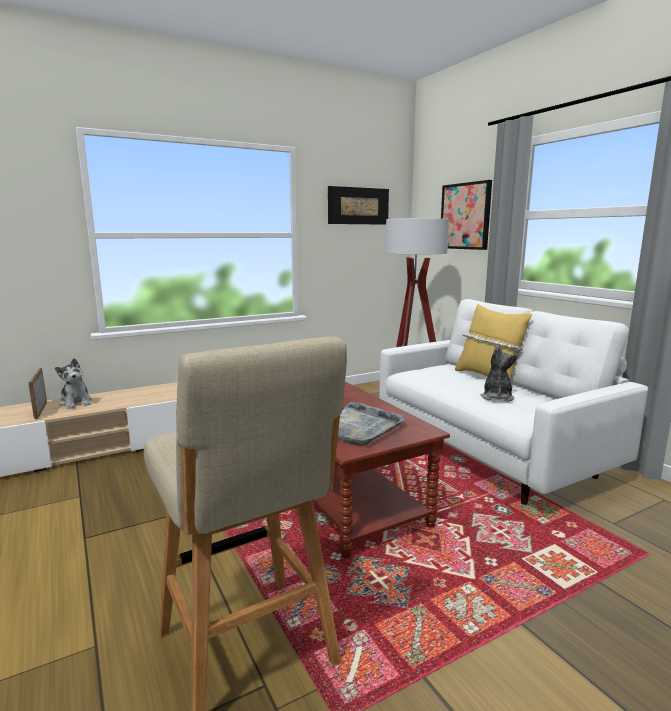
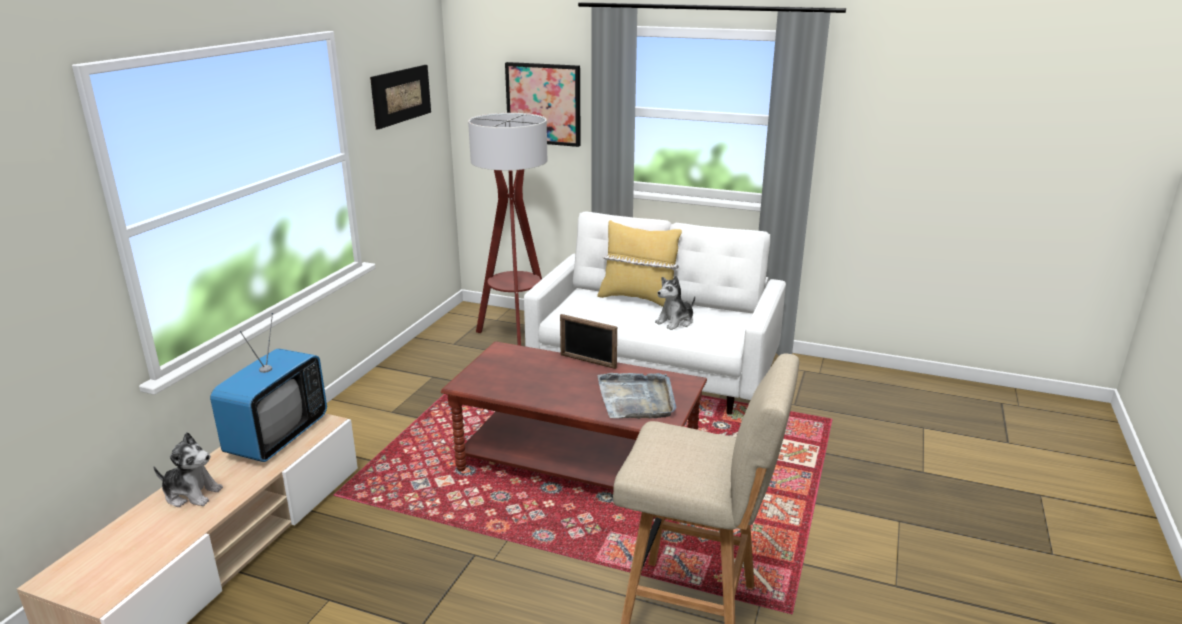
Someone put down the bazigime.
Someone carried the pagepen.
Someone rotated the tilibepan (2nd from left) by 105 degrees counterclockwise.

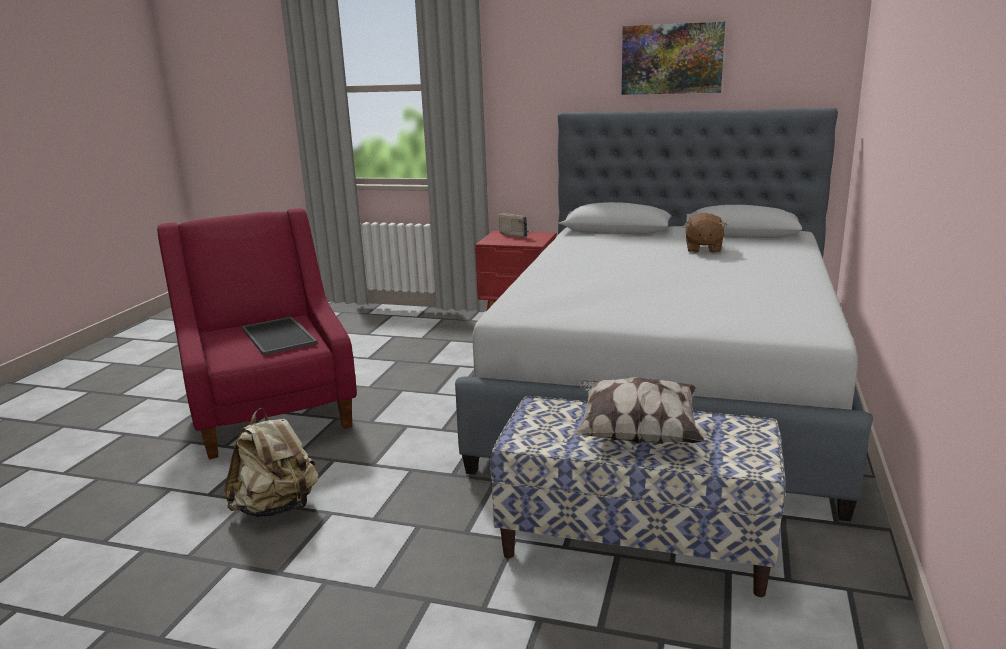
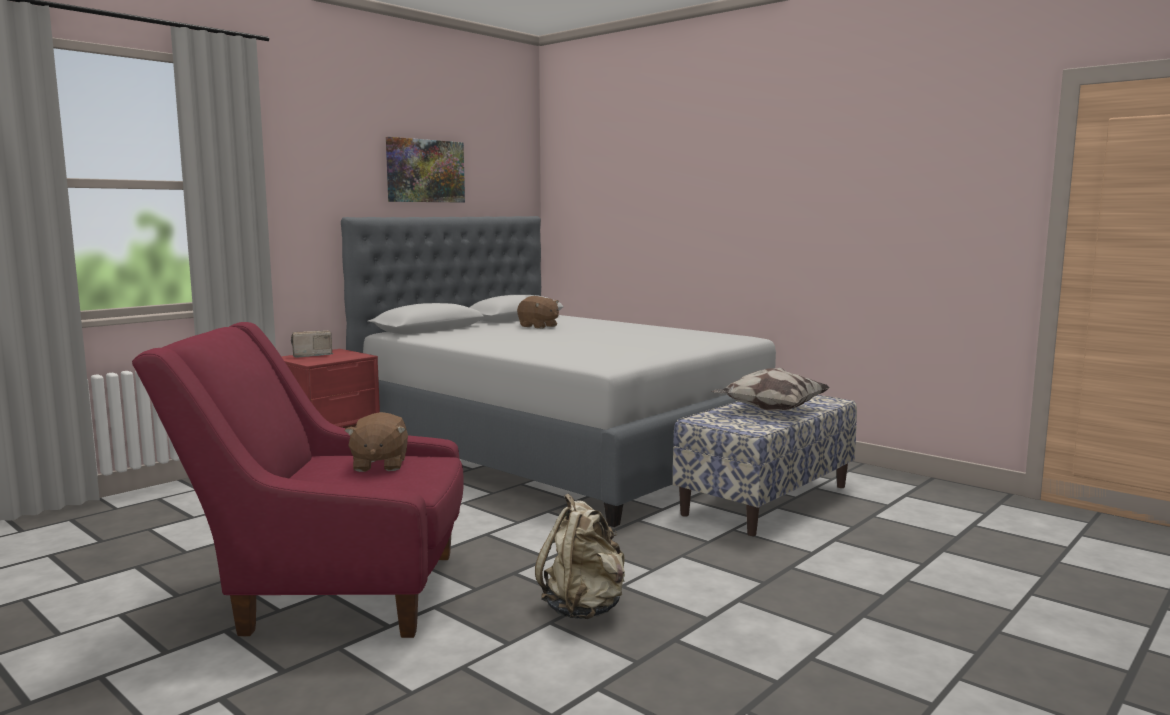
Someone swapped the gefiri for the brown tilibepan (1st from left).

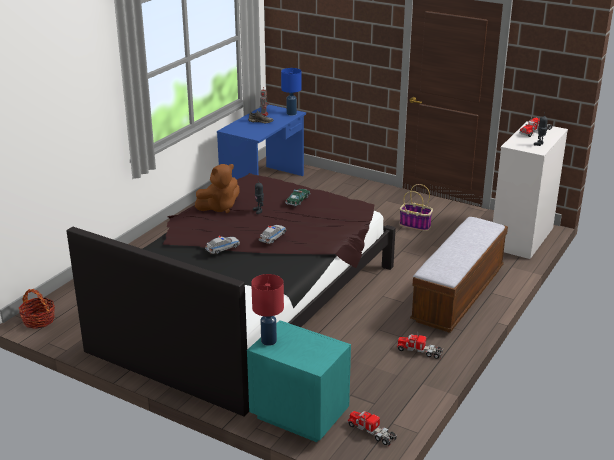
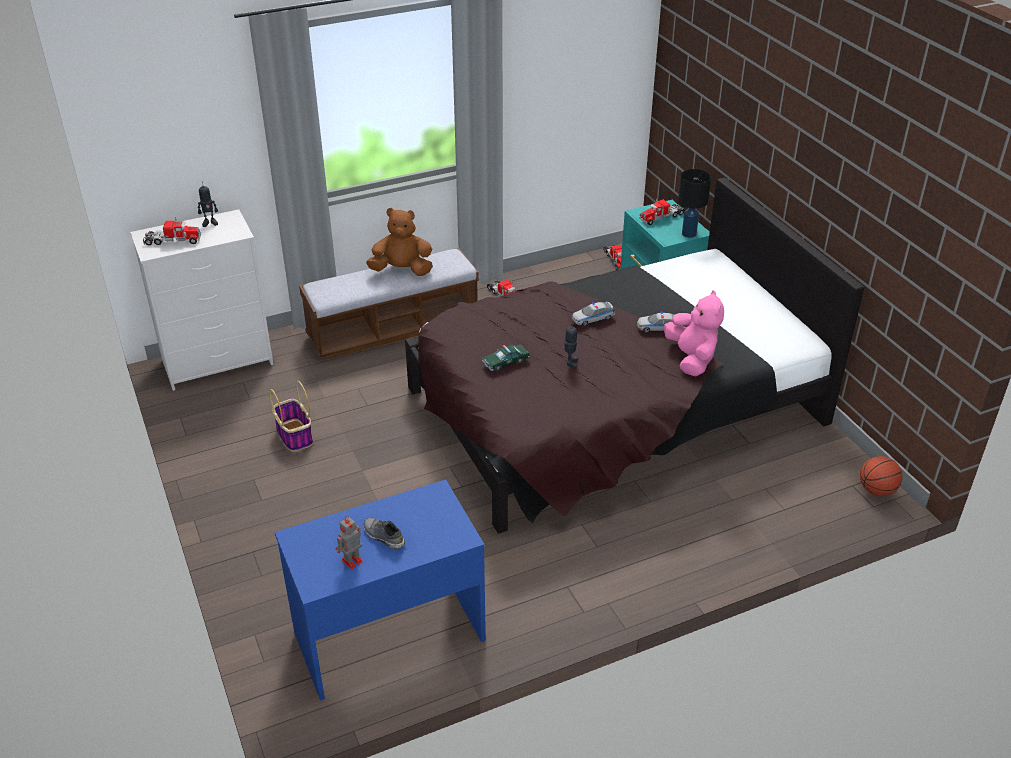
Someone took away the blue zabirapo.
Someone put down the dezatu (4th from left).
Someone put down the pink tilibepan.
Someone carried the brown tilibepan.
Someone swapped the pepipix (1st from left) for the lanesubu.
Someone repainted the red zabirapo, which became the black zabirapo.

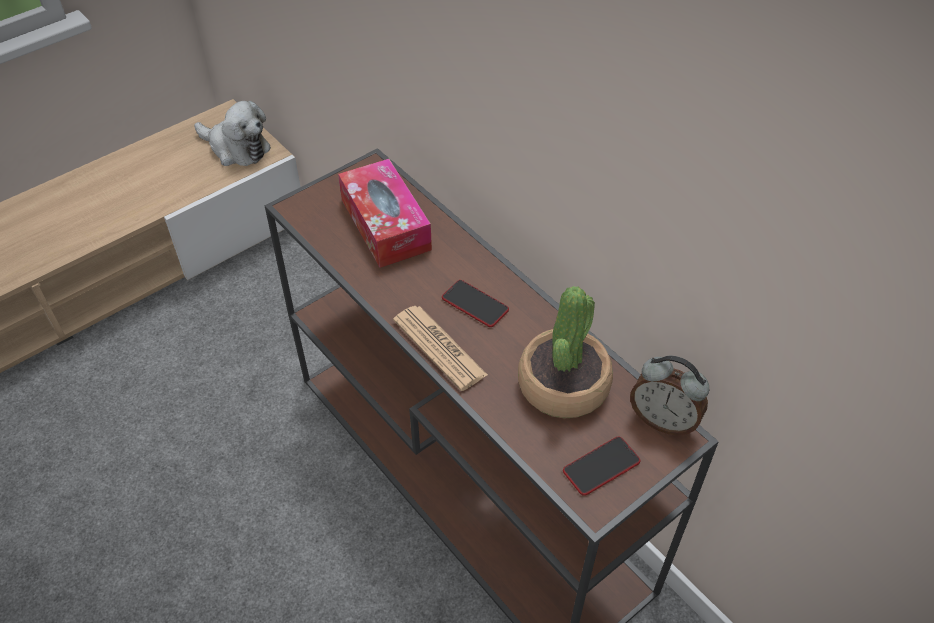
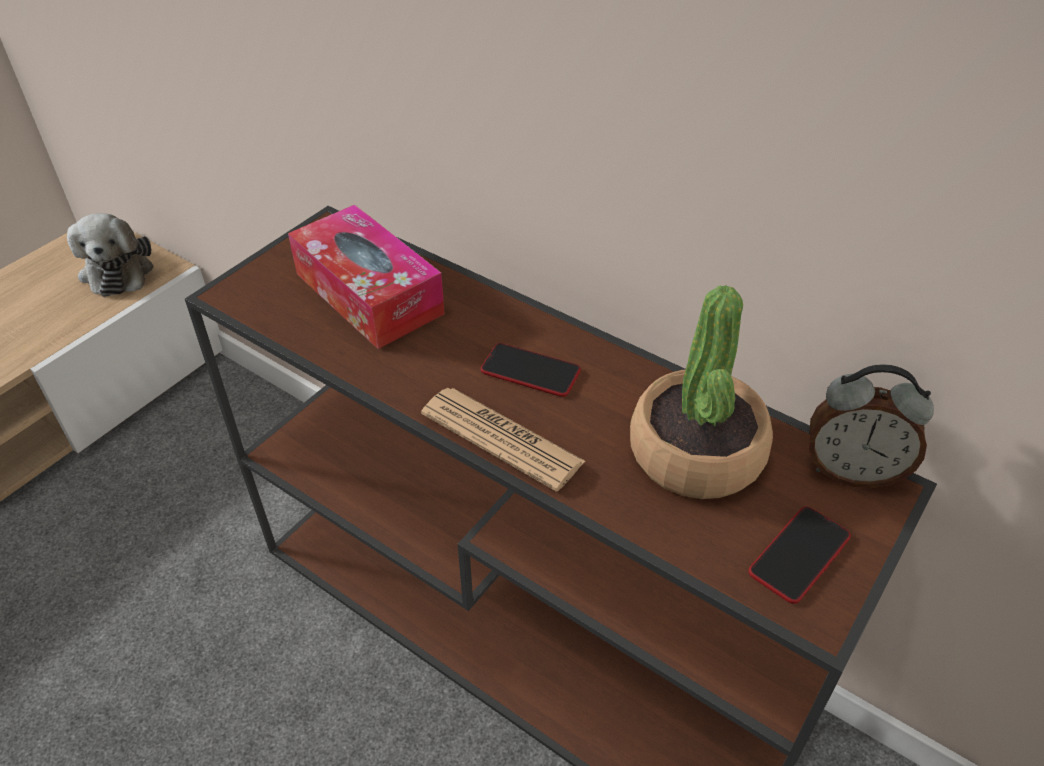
Someone rotated the tilibepan by 60 degrees clockwise.

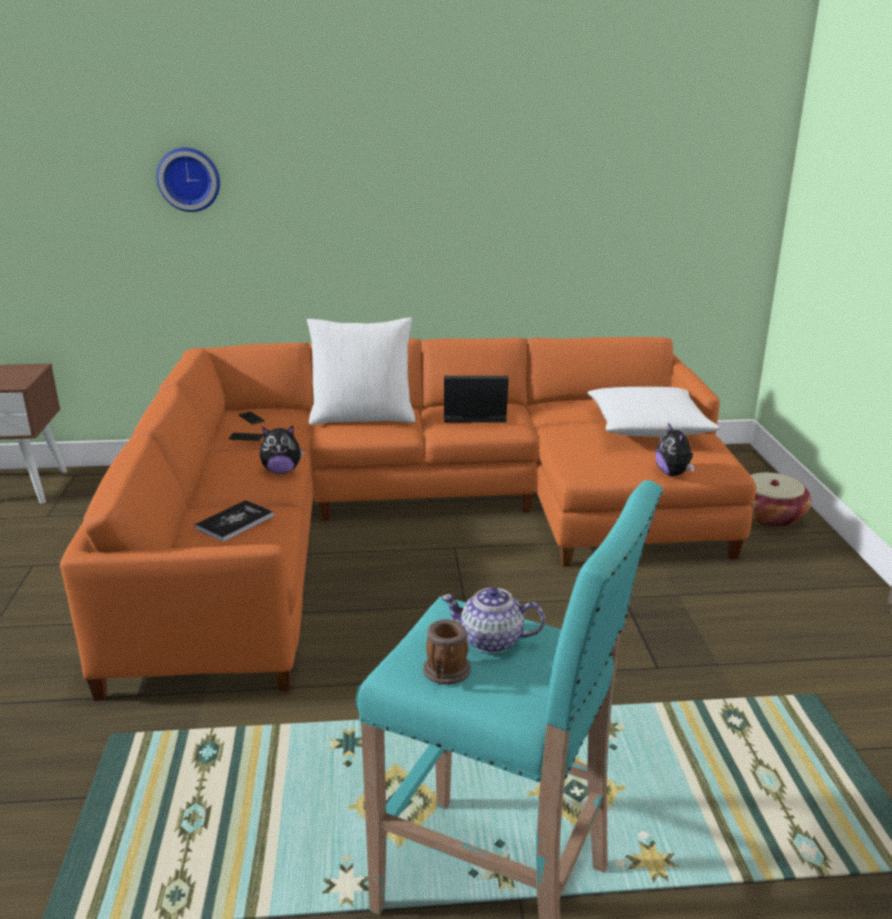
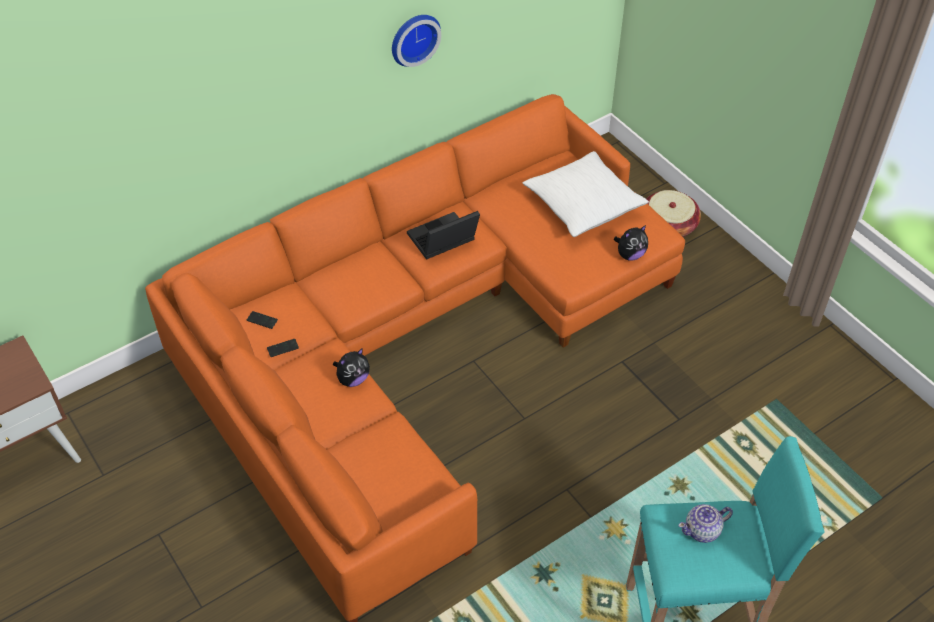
Someone took away the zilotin.
Someone took away the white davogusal (1st from left).
Someone took away the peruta.
Someone carried the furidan.
Someone rotated the tilibepan (2nd from left) by 75 degrees counterclockwise.

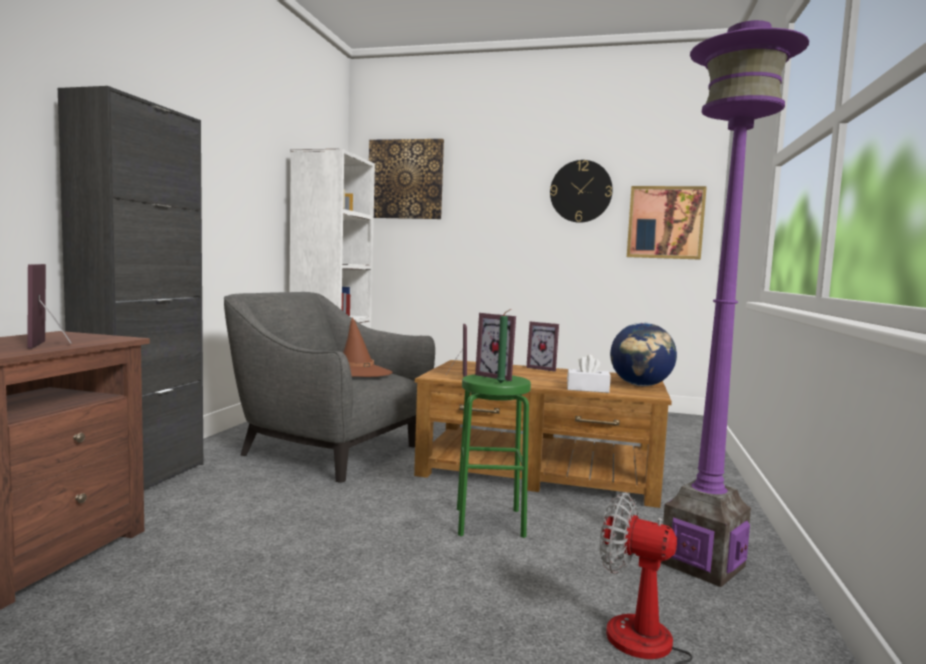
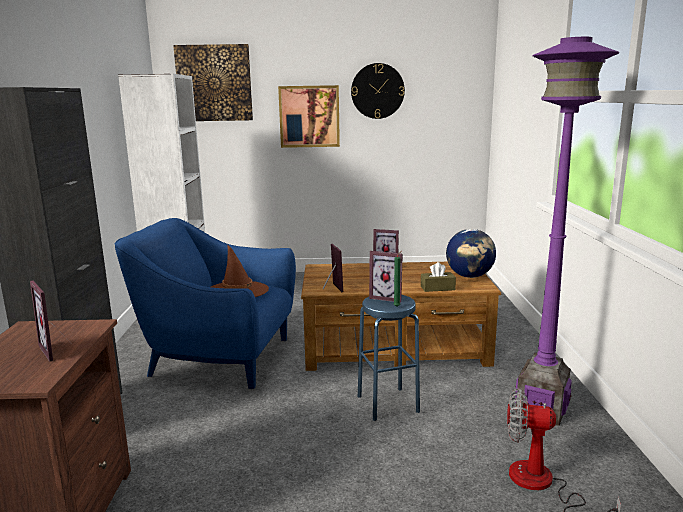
Someone carried the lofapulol (2nd from left).
Someone repainted the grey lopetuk, which became the blue lopetuk.
Someone repainted the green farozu, which became the blue farozu.
Someone repainted the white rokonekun, which became the brown rokonekun.

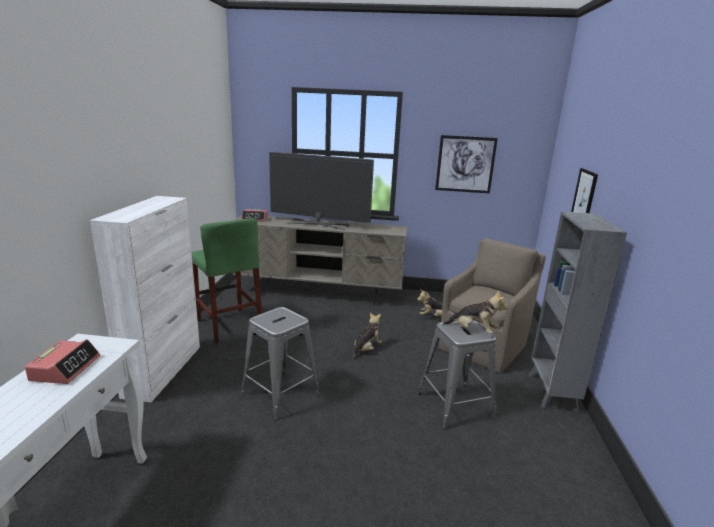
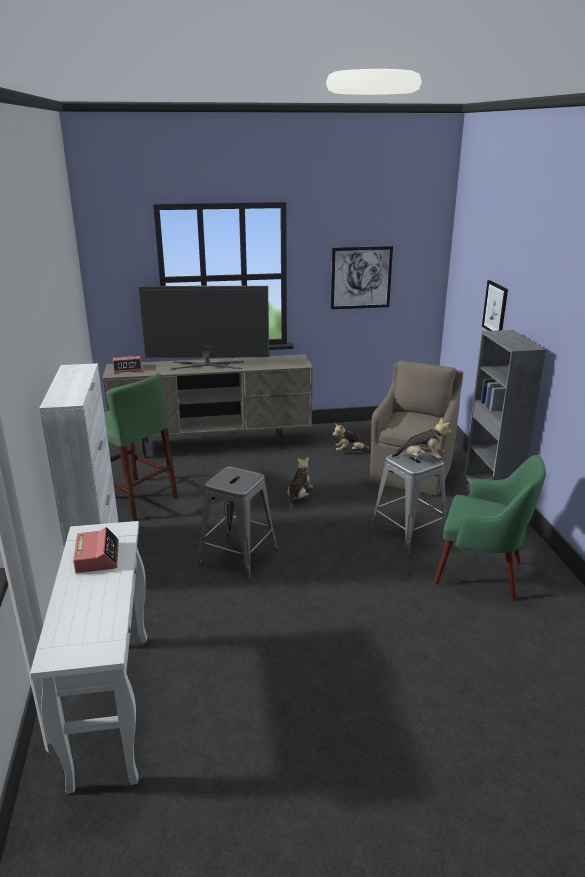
Someone put down the green lopetuk.

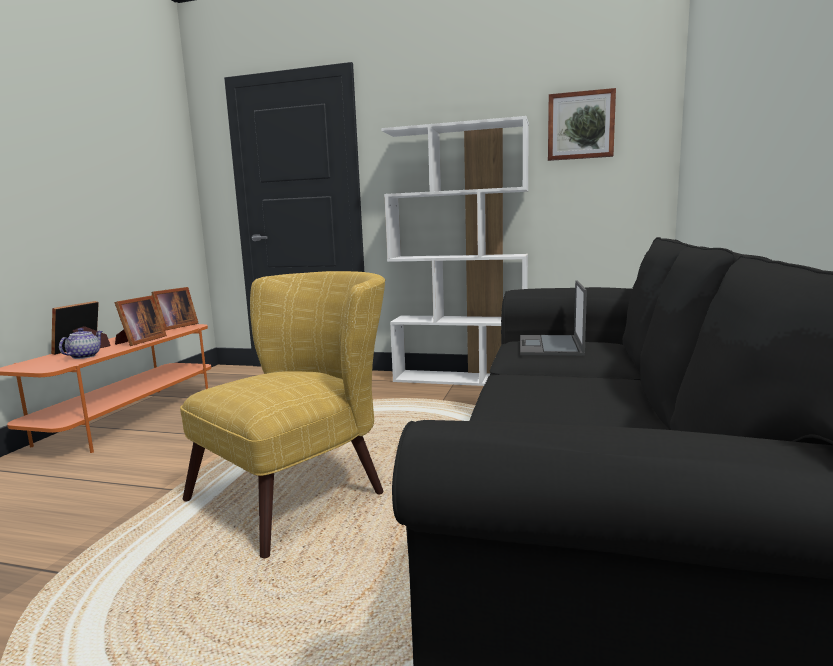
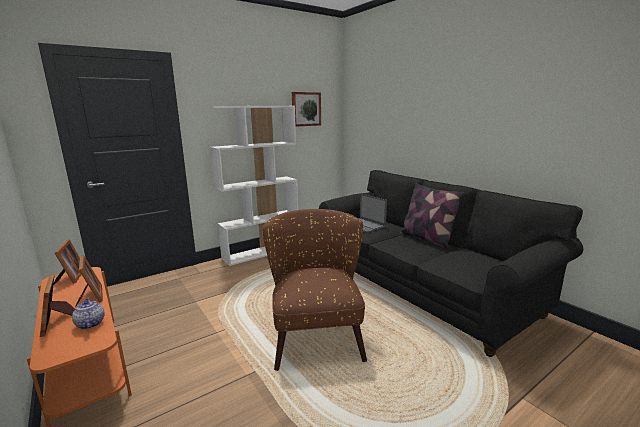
Someone put down the davogusal.
Someone repainted the yellow lopetuk, which became the brown lopetuk.

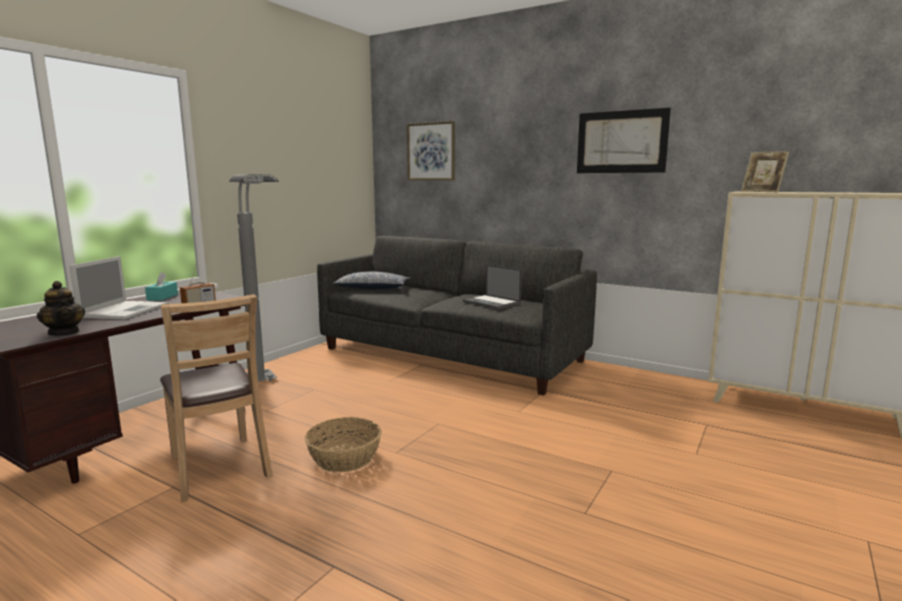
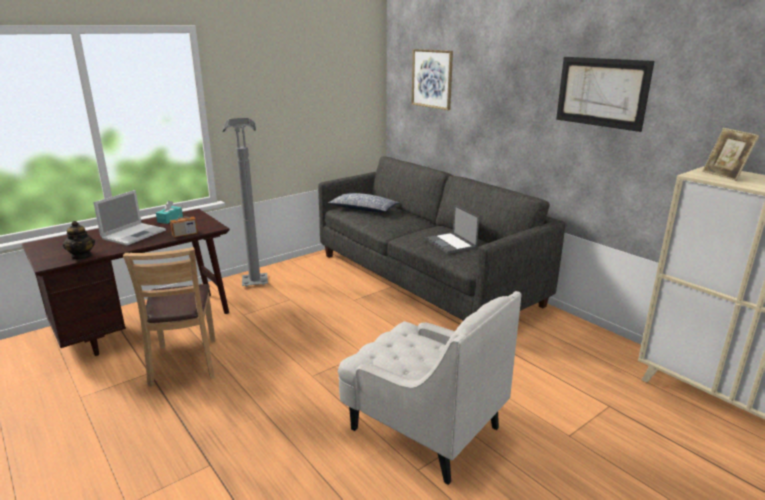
Someone took away the pepipix.
Someone put down the white lopetuk.

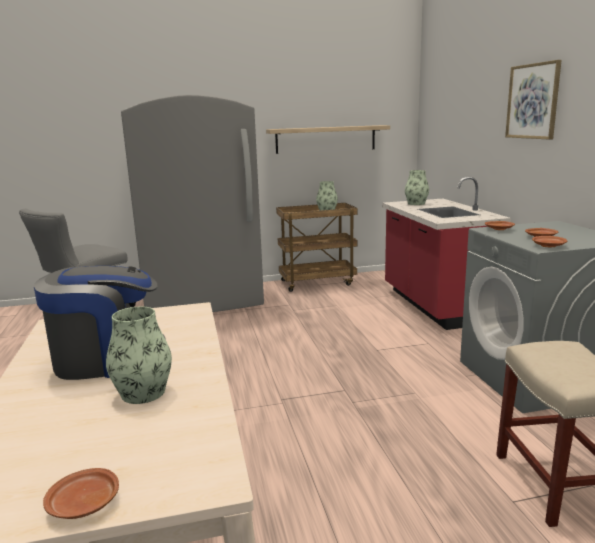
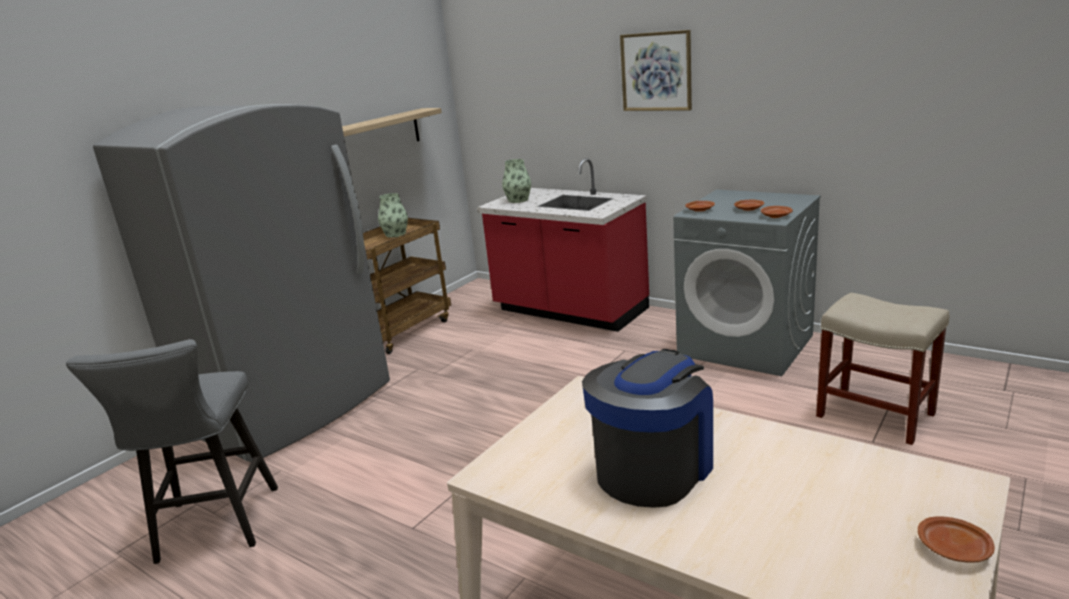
Someone took away the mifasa (1st from left).

